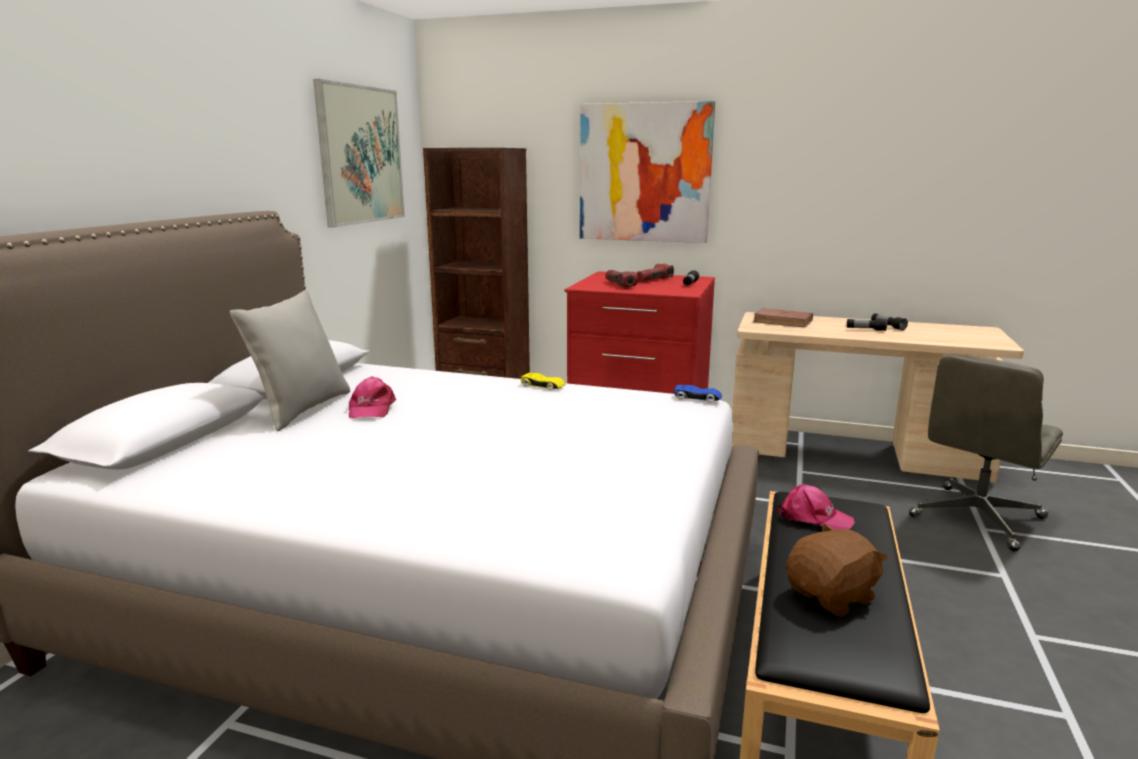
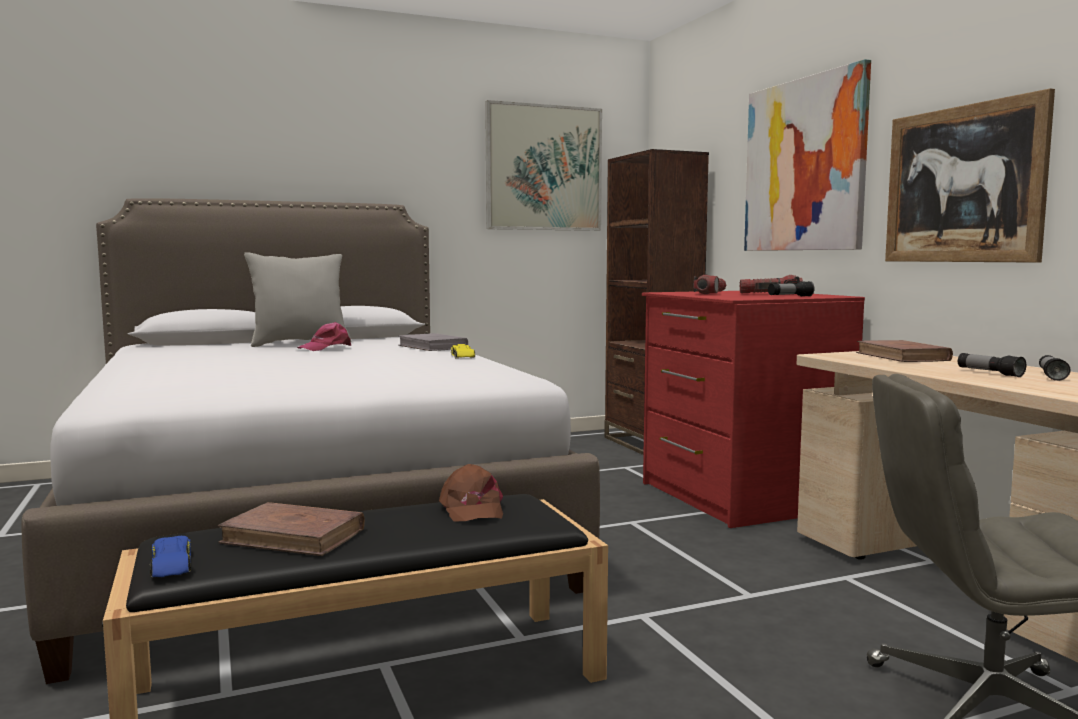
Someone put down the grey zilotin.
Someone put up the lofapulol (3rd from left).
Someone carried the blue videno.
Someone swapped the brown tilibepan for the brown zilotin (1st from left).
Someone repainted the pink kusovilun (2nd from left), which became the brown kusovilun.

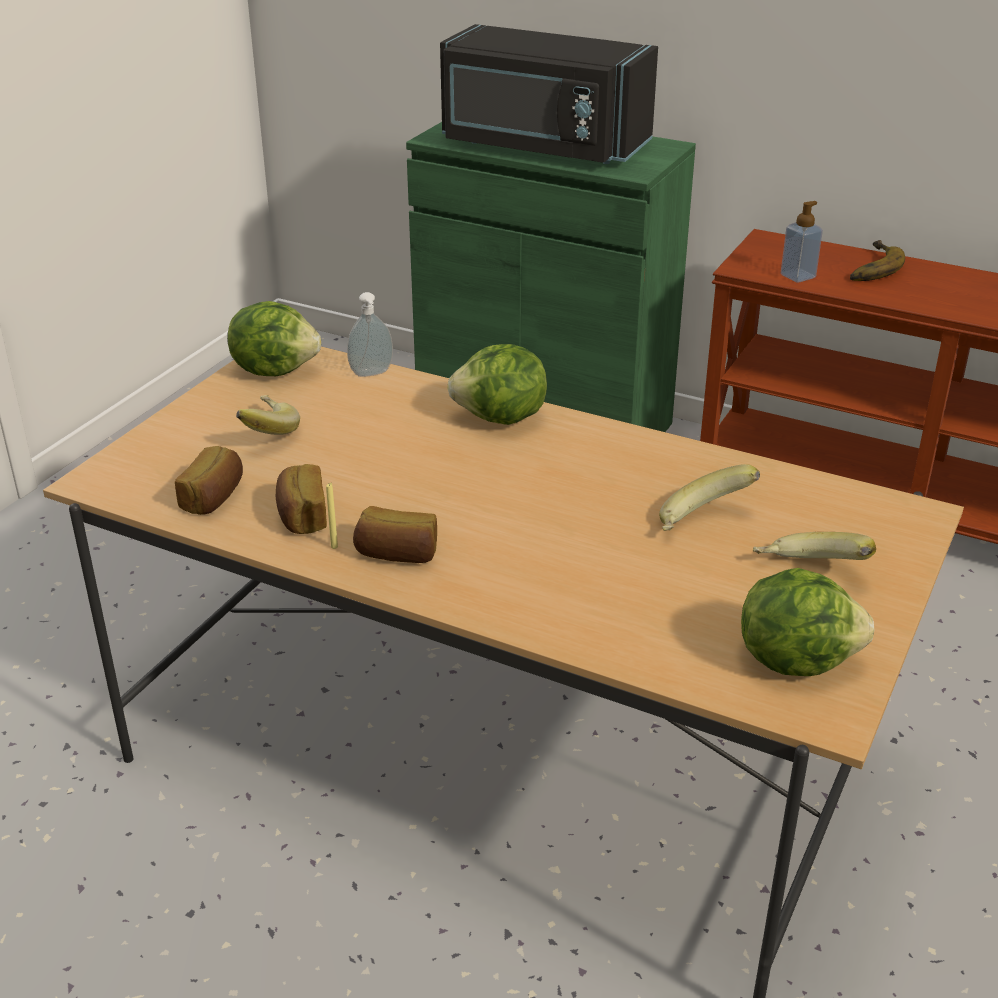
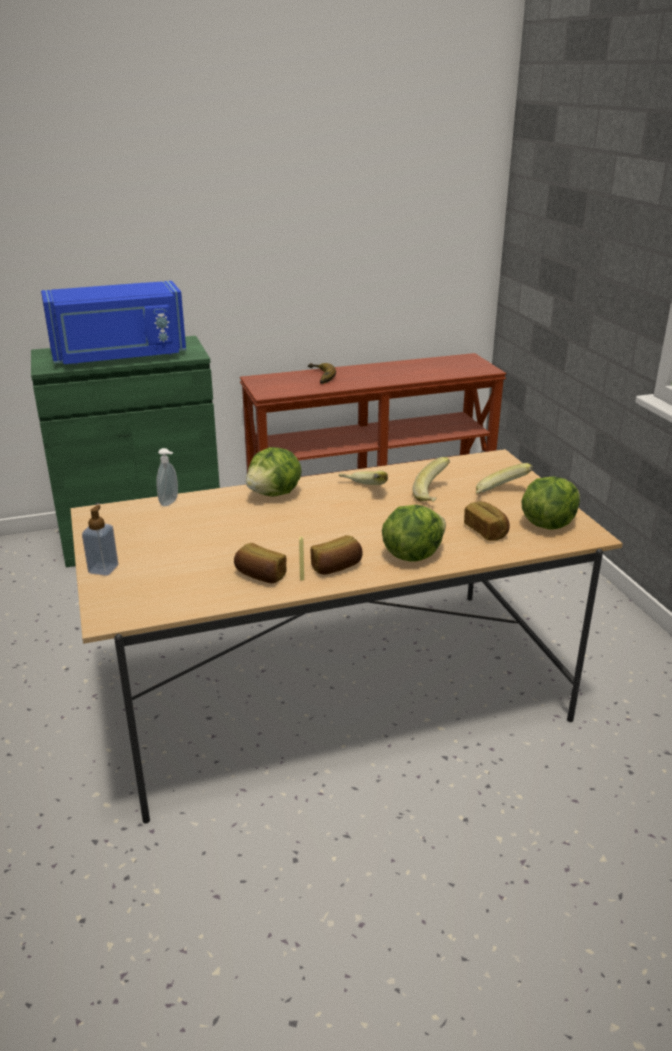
Someone carried the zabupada (1st from left in the first image).
Someone carried the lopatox (1st from left in the first image).
Someone carried the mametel (1st from left in the first image).
Someone carried the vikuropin (2nd from left in the first image).
Someone repainted the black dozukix, which became the blue dozukix.

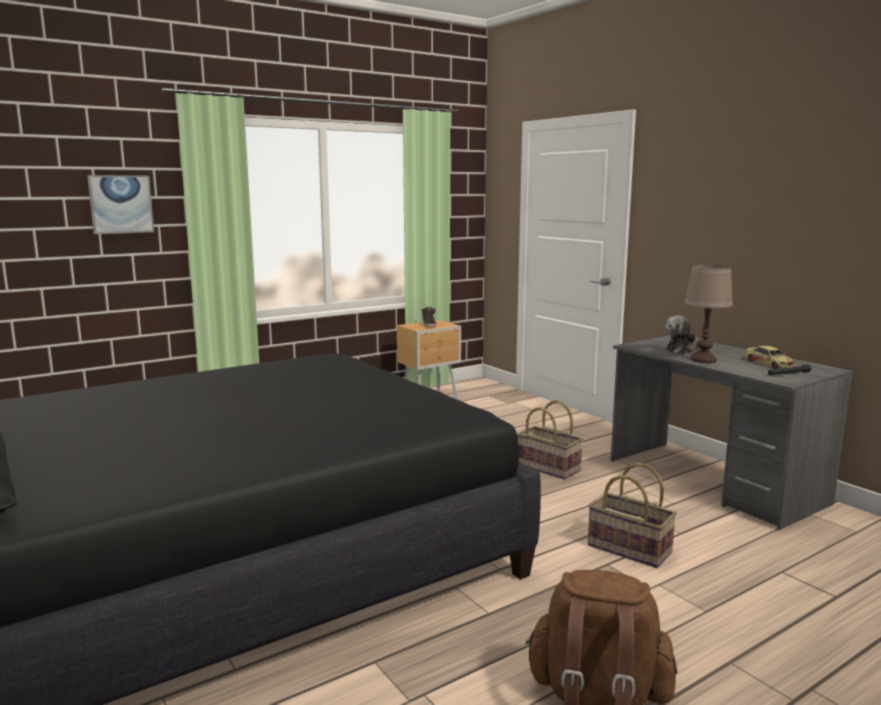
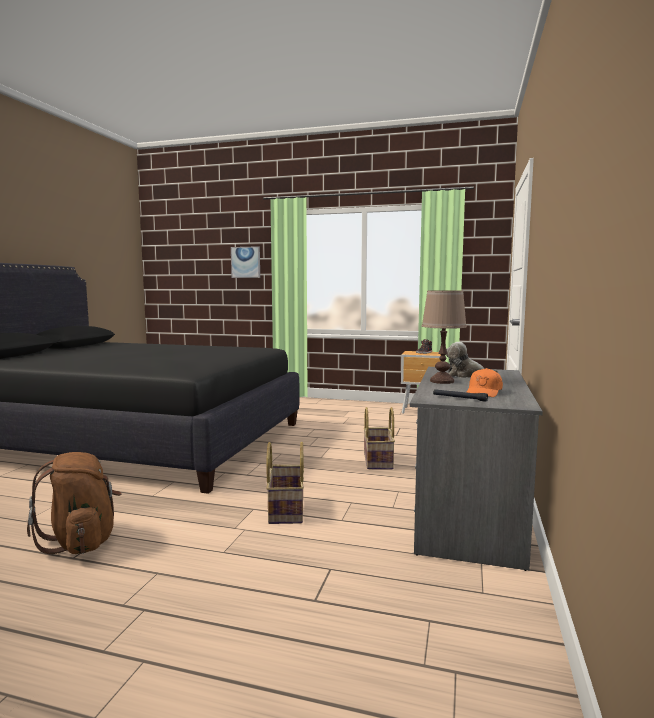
Someone swapped the videno for the orange kusovilun.

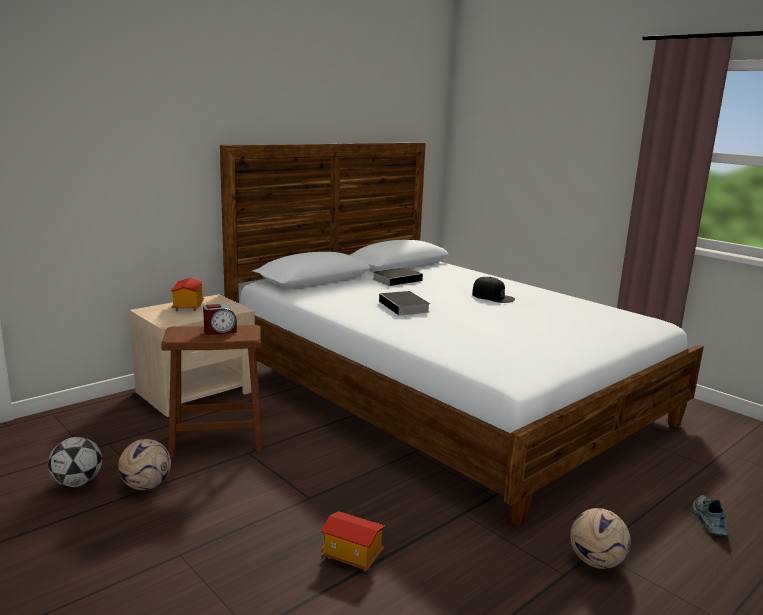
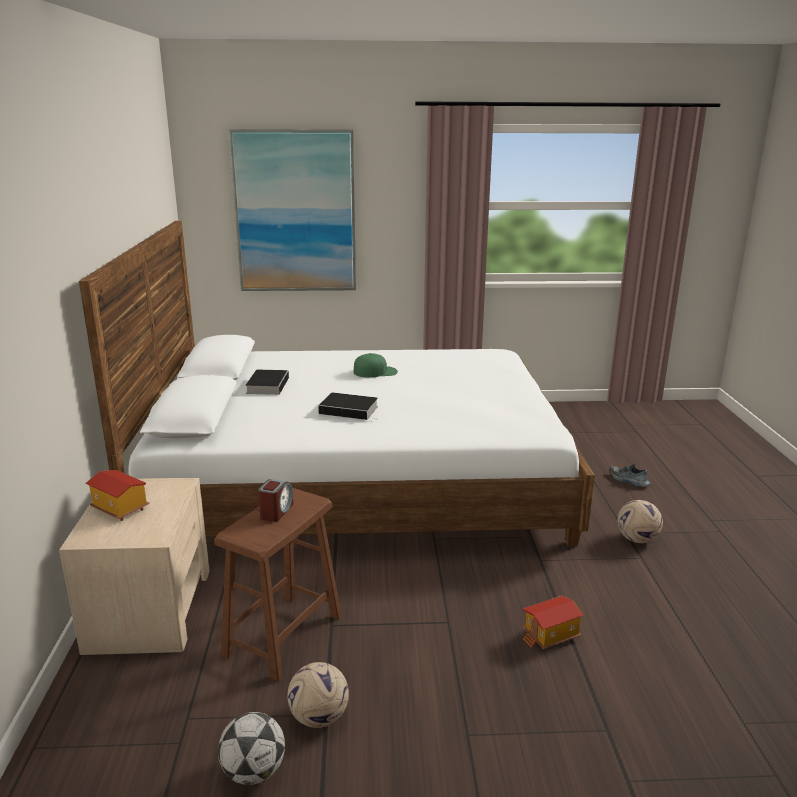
Someone put up the lofapulol.
Someone repainted the black kusovilun, which became the green kusovilun.

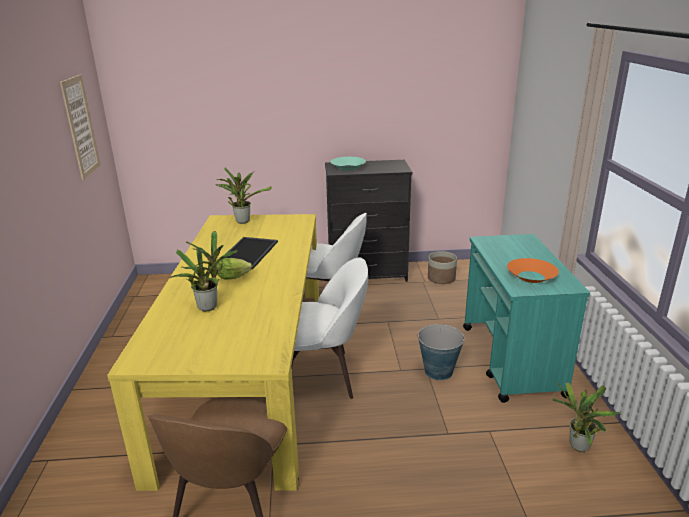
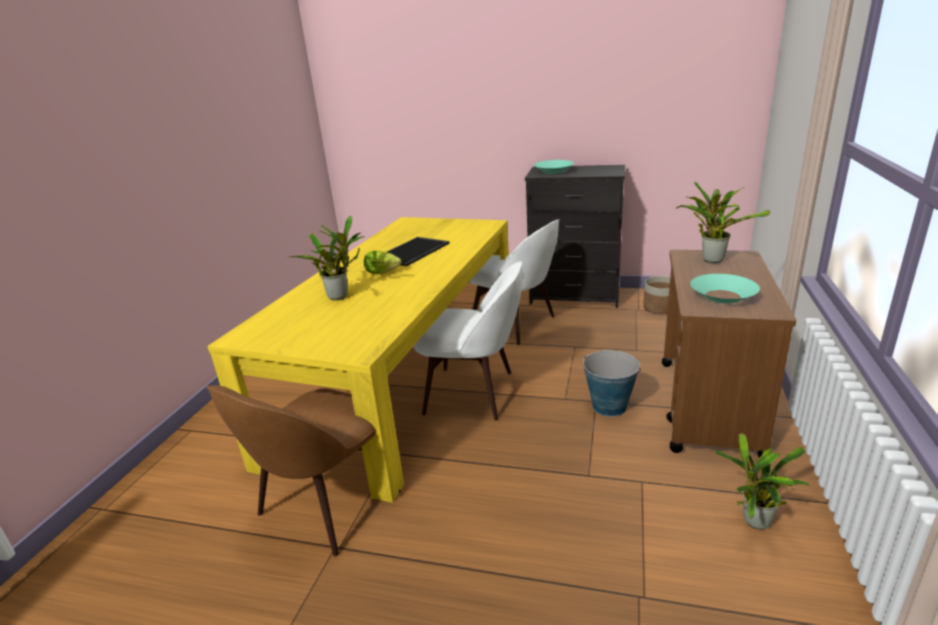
Someone took away the lofapulol.
Someone carried the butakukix (2nd from left).
Someone repainted the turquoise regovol, which became the brown regovol.
Someone repainted the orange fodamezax, which became the turquoise fodamezax (2nd from left).

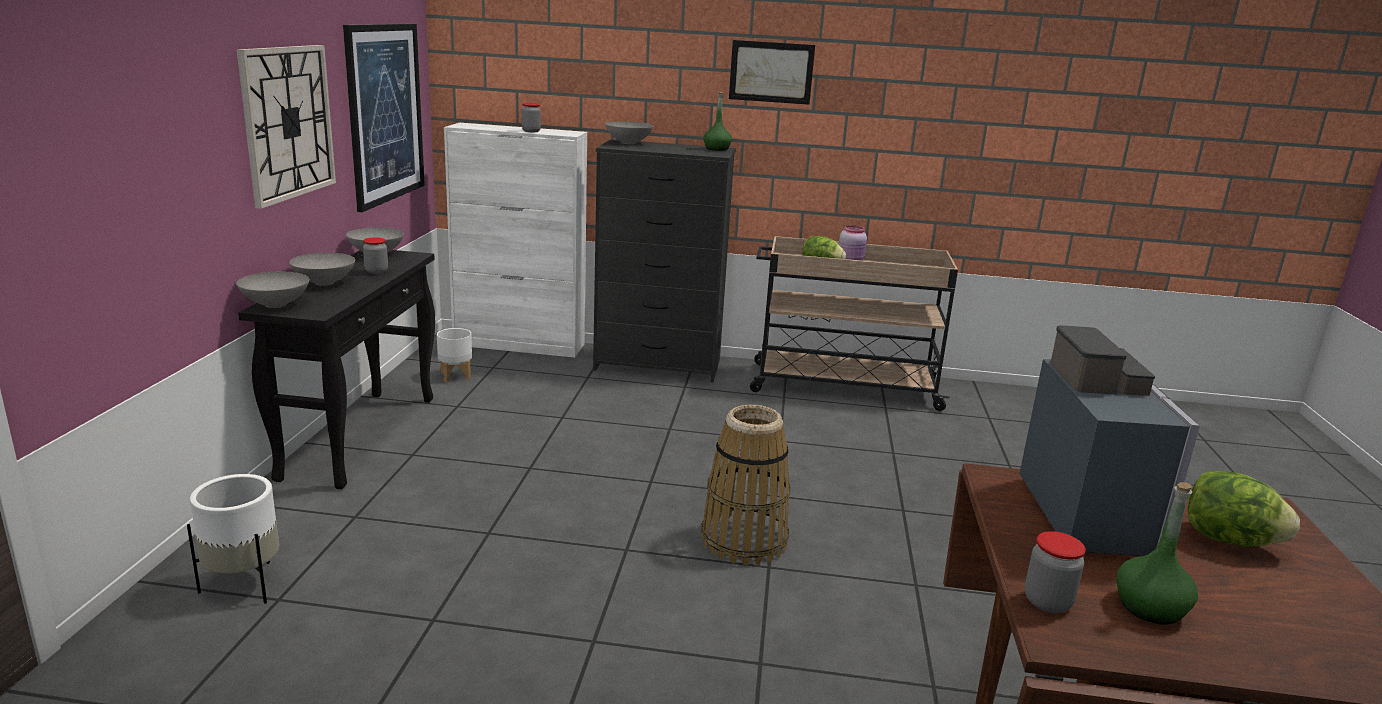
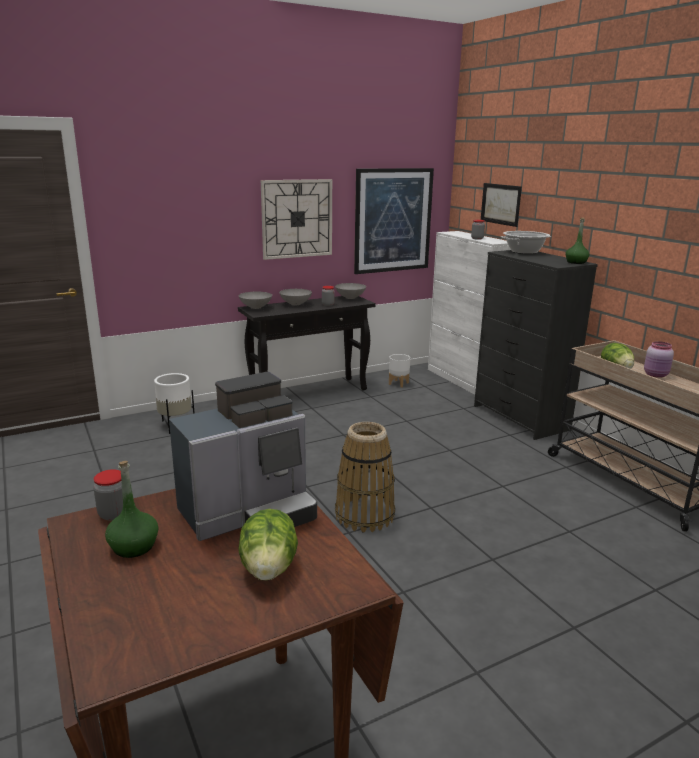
Someone carried the lofapulol (2nd from left).
Someone swapped the grey fodamezax (4th from left) for the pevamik.

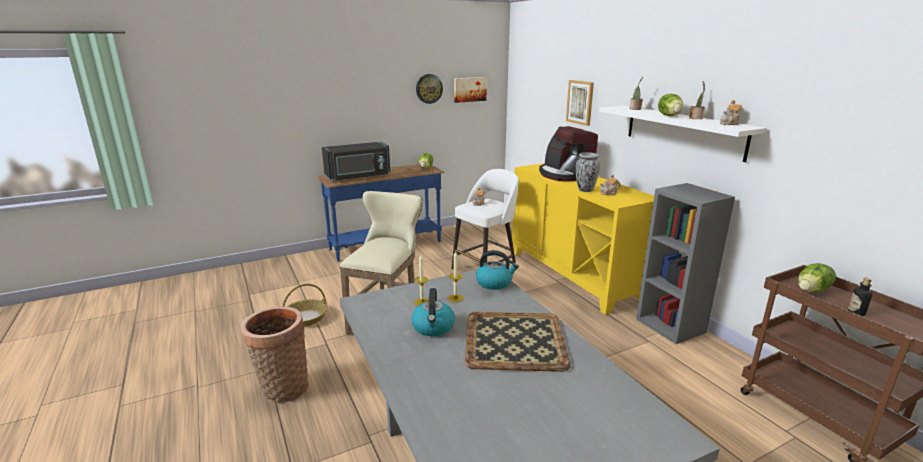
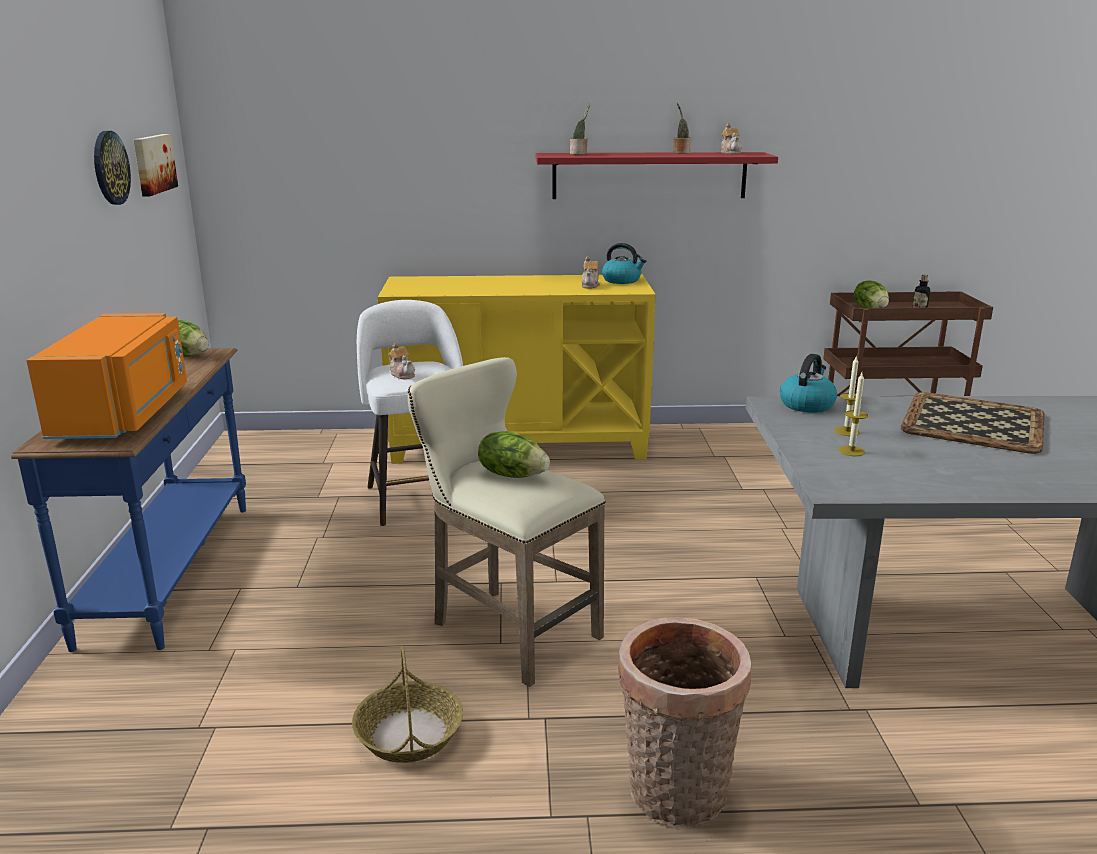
Someone took away the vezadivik.
Someone took away the lofapulol (2nd from left).
Someone took away the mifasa.
Someone took away the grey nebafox.
Someone carried the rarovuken (1st from left).
Someone carried the lopatox (2nd from left).
Someone repainted the black dozukix, which became the orange dozukix.
Someone repainted the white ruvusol, which became the red ruvusol.

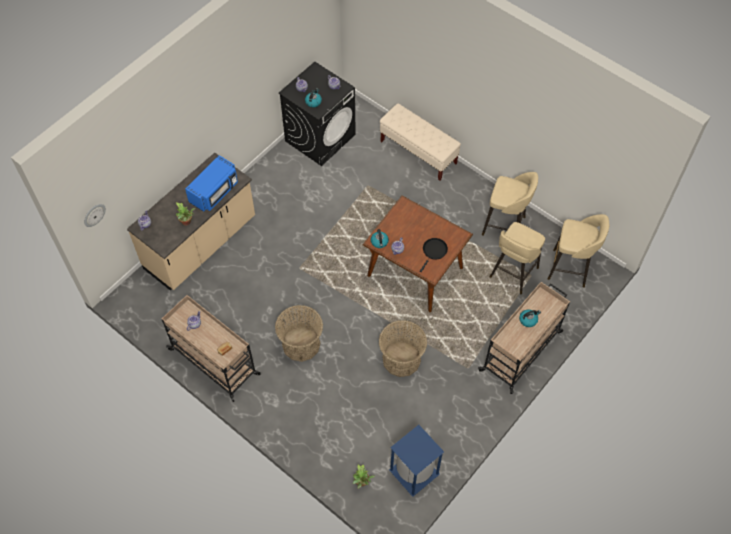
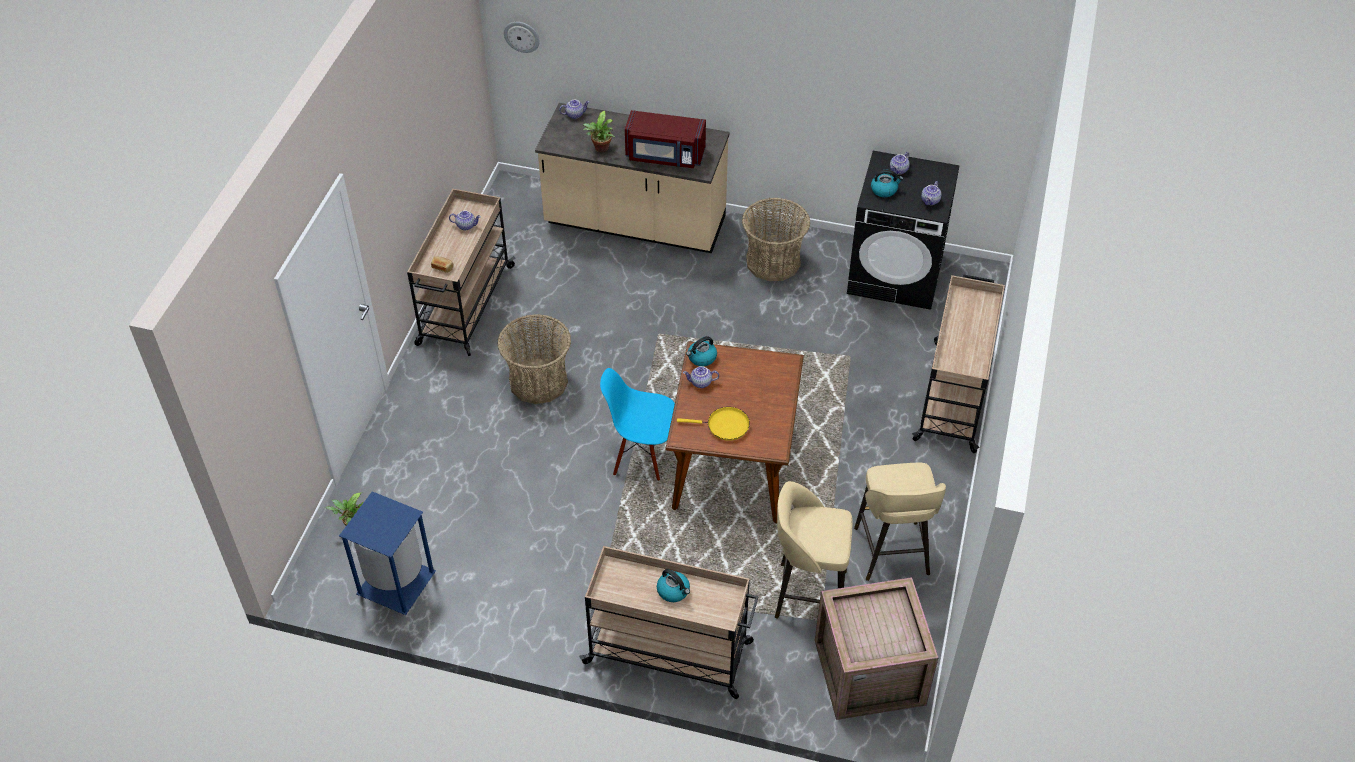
Someone put down the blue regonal.
Someone carried the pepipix (2nd from left).
Someone swapped the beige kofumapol for the beige regovol (3rd from left).
Someone swapped the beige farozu (3rd from left) for the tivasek.
Someone repainted the blue dozukix, which became the red dozukix.
Someone repainted the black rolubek, which became the yellow rolubek.

